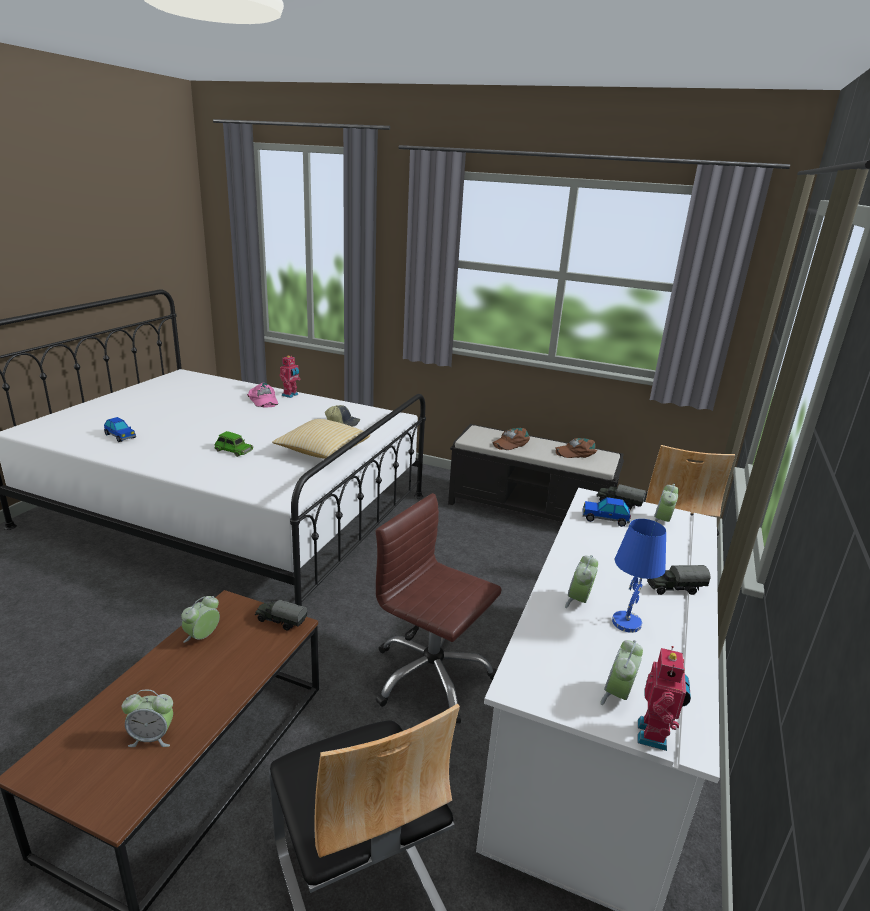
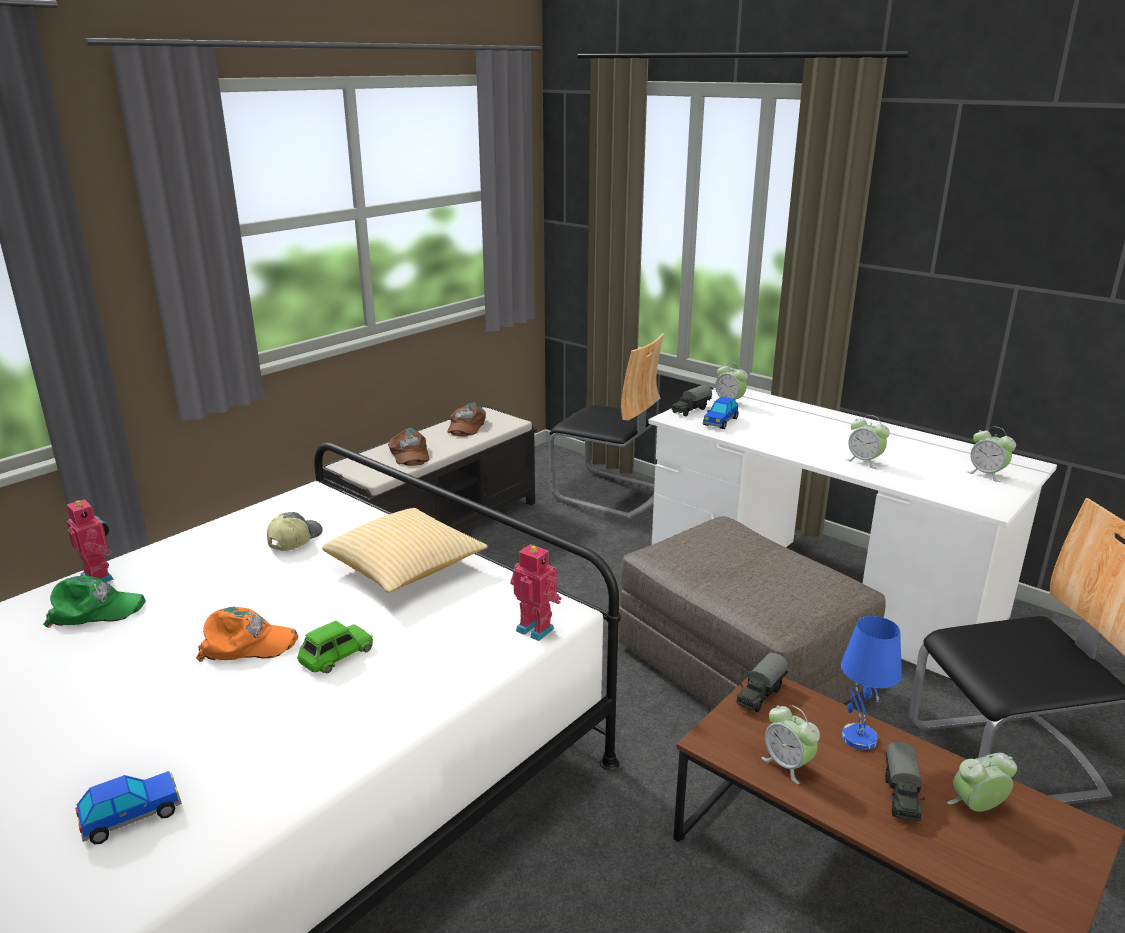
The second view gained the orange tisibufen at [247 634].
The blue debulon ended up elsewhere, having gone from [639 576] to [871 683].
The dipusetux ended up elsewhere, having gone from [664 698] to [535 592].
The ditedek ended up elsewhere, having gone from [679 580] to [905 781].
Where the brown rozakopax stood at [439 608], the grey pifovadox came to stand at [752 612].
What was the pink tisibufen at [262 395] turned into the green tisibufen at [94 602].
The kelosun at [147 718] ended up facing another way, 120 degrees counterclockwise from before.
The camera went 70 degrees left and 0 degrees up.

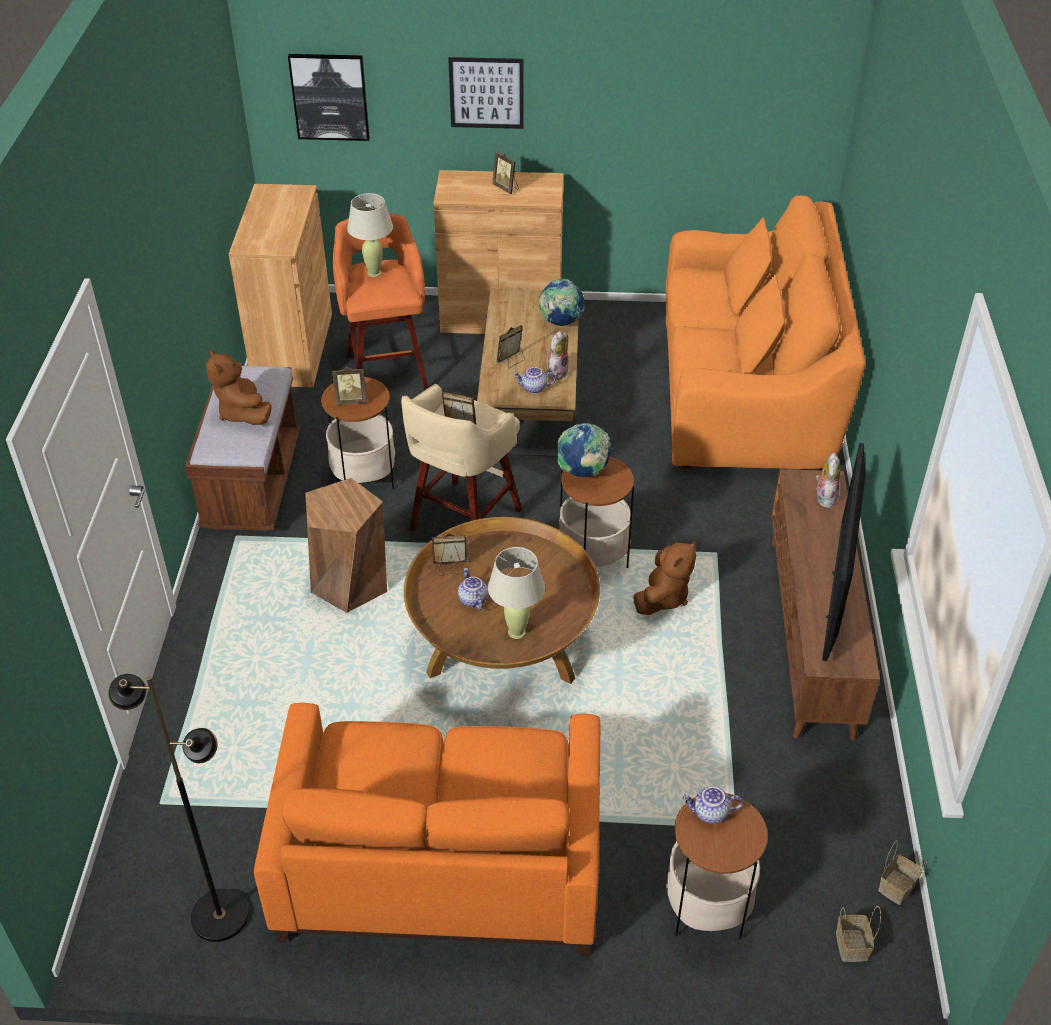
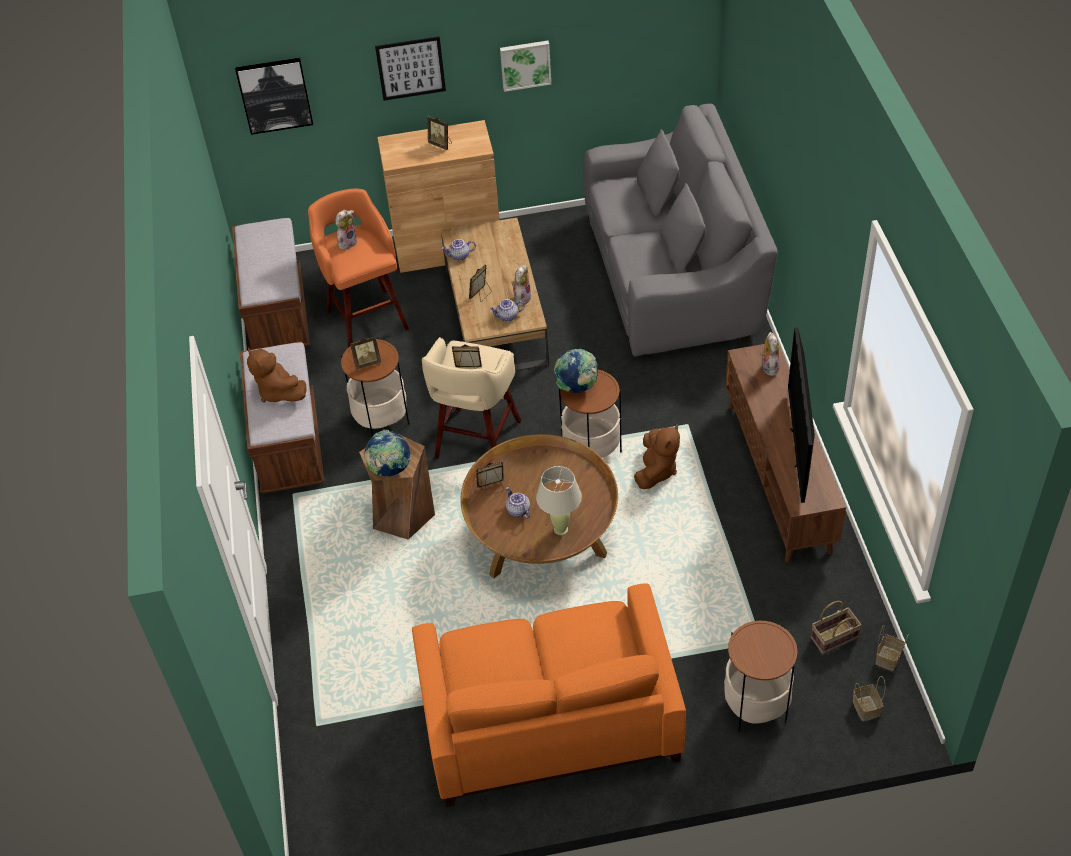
The second view lost the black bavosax at [178 808].
The second view gained the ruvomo at [525 66].
The second view gained the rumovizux at [836 627].
The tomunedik ended up elsewhere, having gone from [561 302] to [387 453].
The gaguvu ended up elsewhere, having gone from [713 805] to [459 250].
Where the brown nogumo stood at [280 285], the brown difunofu came to stand at [271 283].
Where the beige debulon stood at [370 235], the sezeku came to stand at [346 229].
What was the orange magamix at [766 332] turned into the grey magamix at [681 230].
The camera went 10 degrees left and 5 degrees up.

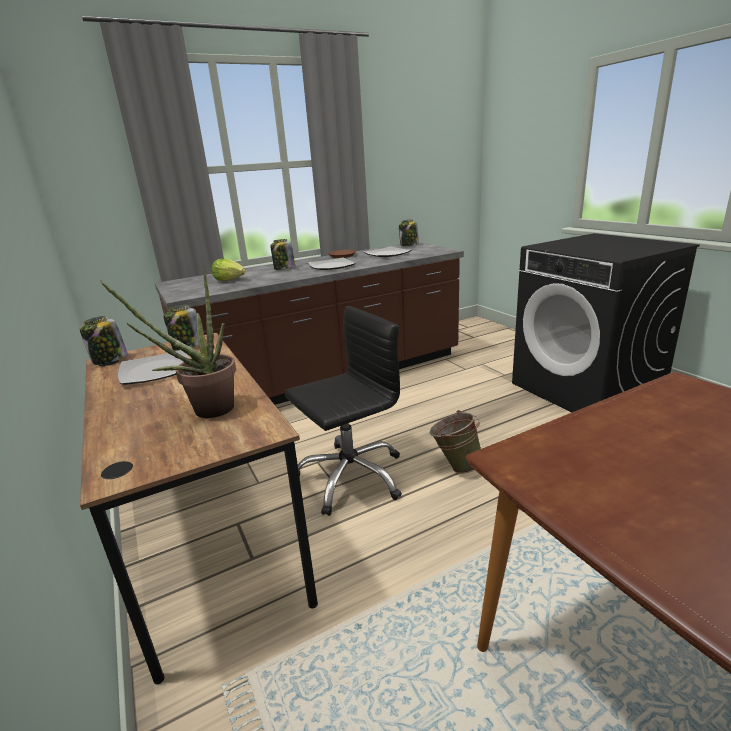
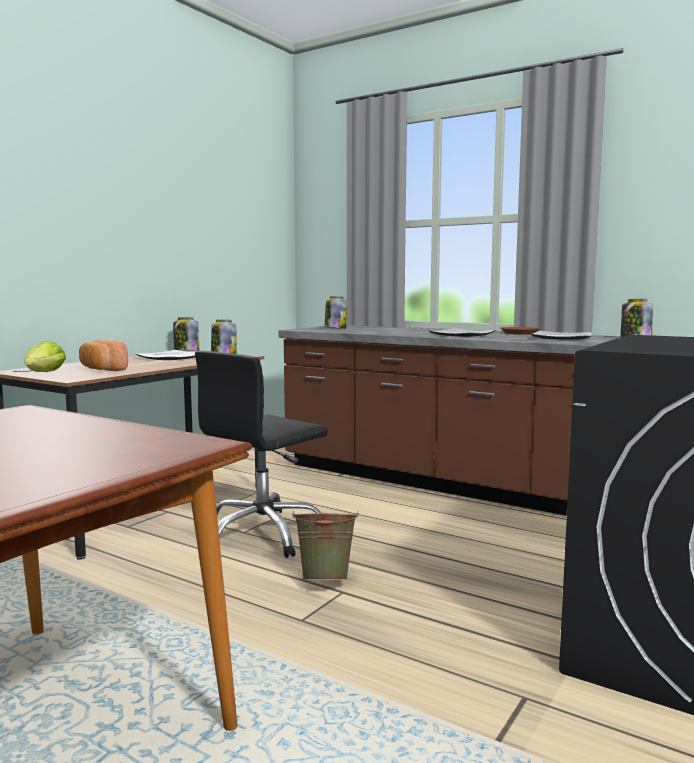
The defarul ended up elsewhere, having gone from [229 270] to [45 356].
The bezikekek ended up elsewhere, having gone from [282 254] to [336 312].
Where the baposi stood at [167 341], the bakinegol came to stand at [103 355].
The black rozakopax at [343 411] ended up facing another way, 105 degrees clockwise from before.
The camera went 60 degrees right and 15 degrees down.

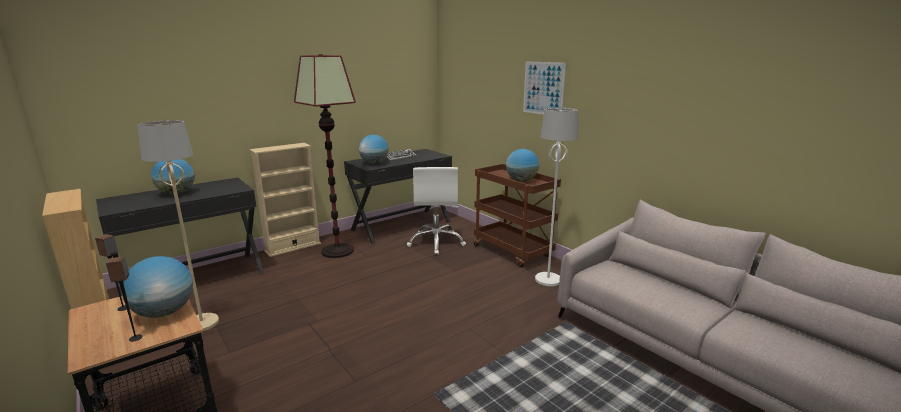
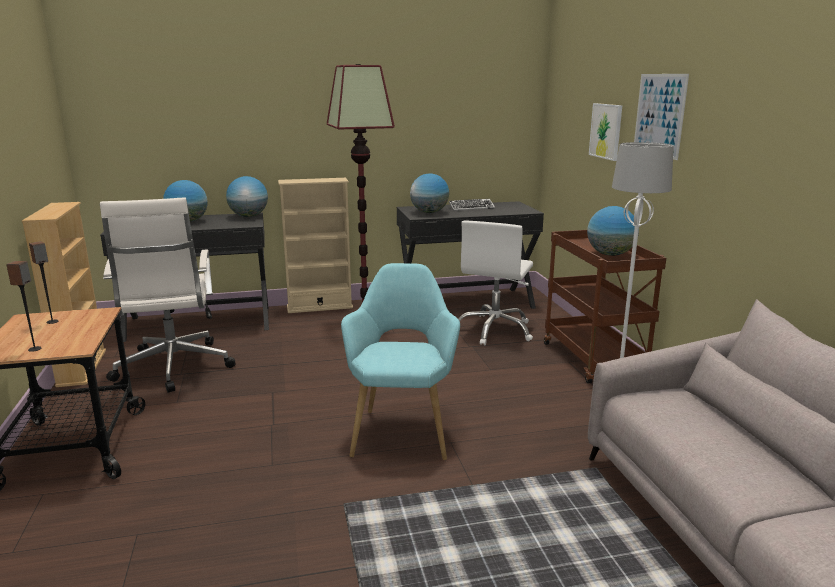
The second view gained the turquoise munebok at [400 361].
The second view gained the ruvomo at [605 132].
The tomunedik ended up elsewhere, having gone from [157 287] to [247 196].
Where the beige bavosax stood at [178 225], the white rozakopax came to stand at [167 295].
The camera went 25 degrees right and 0 degrees up.

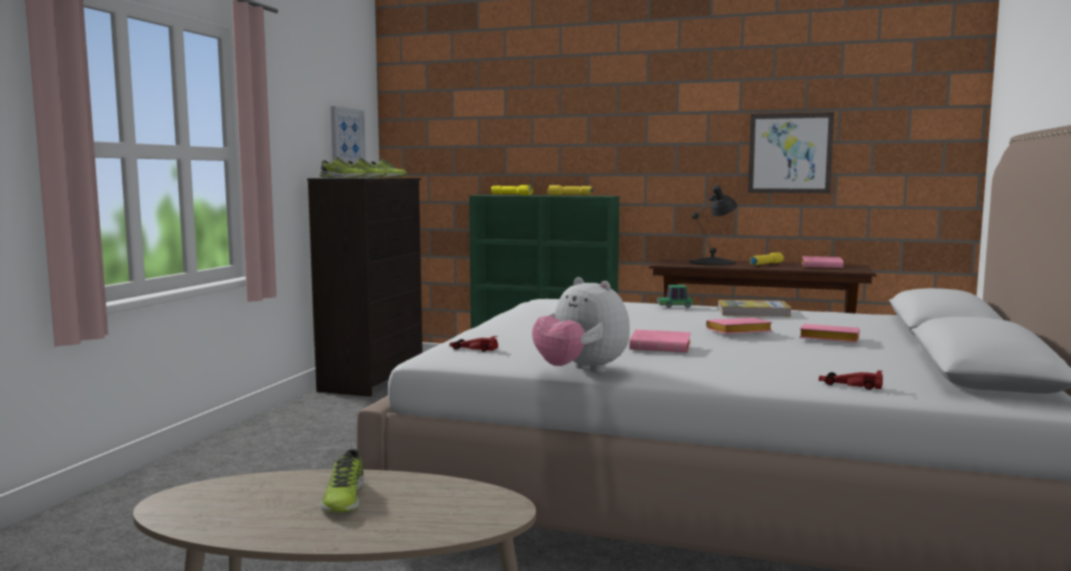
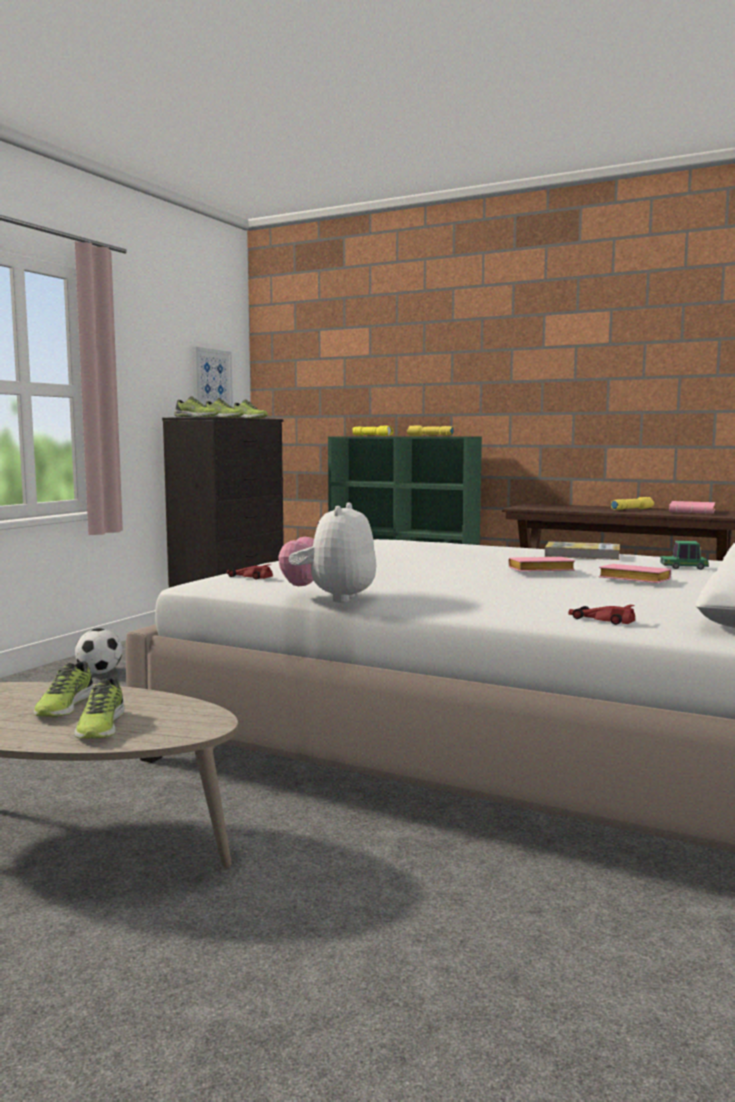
The second view lost the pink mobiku at [660 341].
The second view lost the black debulon at [713 225].
The second view lost the ruvomo at [791 152].
The second view gained the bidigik at [99 708].
The second view gained the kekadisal at [98 651].
The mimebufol ended up elsewhere, having gone from [675 296] to [684 555].
The sezeku at [581 325] ended up facing another way, 45 degrees clockwise from before.
The camera went 10 degrees right and 0 degrees up.

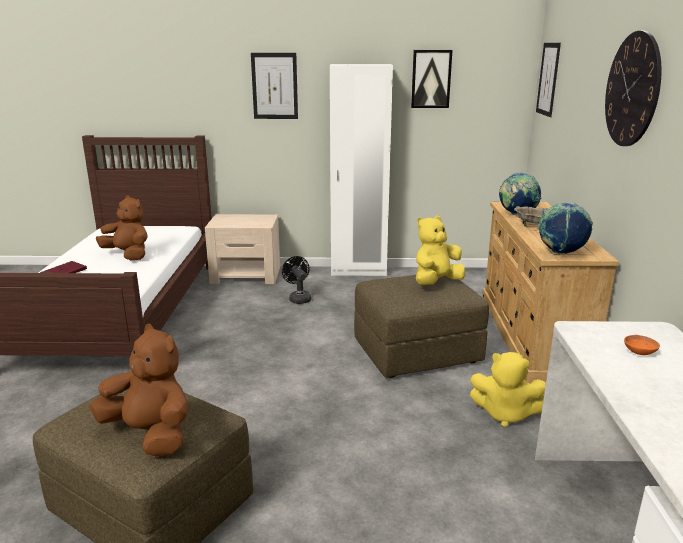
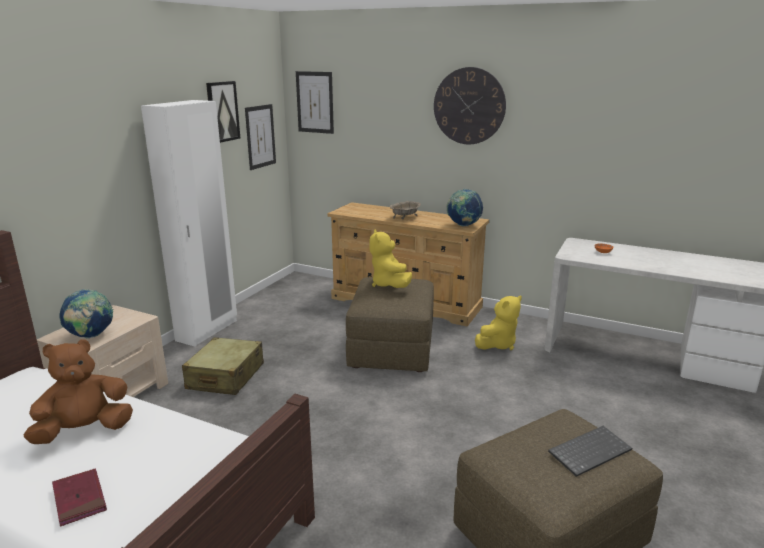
The ruvomo ended up elsewhere, having gone from [274 86] to [260 137].
The tomunedik ended up elsewhere, having gone from [520 194] to [86 313].
Where the brown sezeku stood at [139 390], the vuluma came to stand at [590 451].
Where the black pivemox stood at [296 280], the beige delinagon came to stand at [223 366].
The camera went 65 degrees left and 0 degrees up.

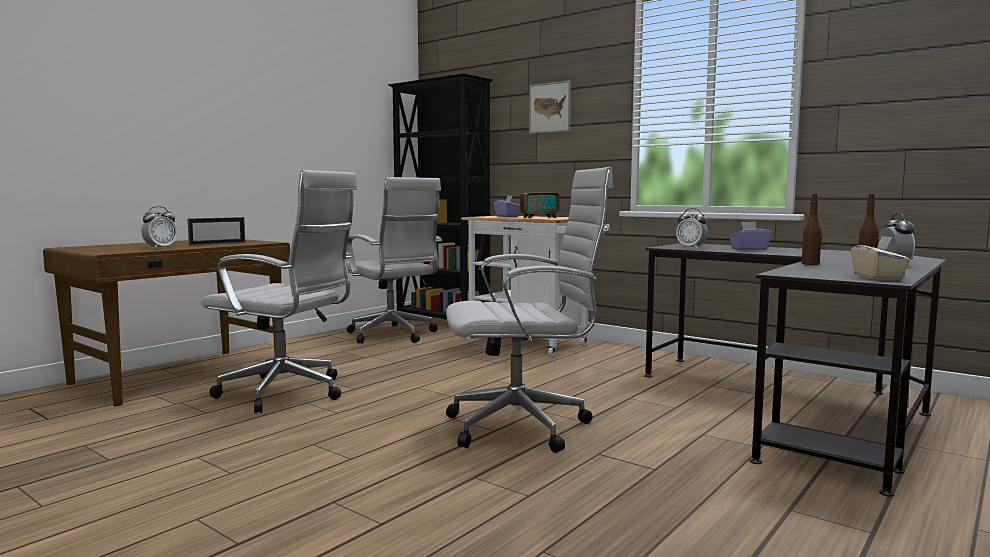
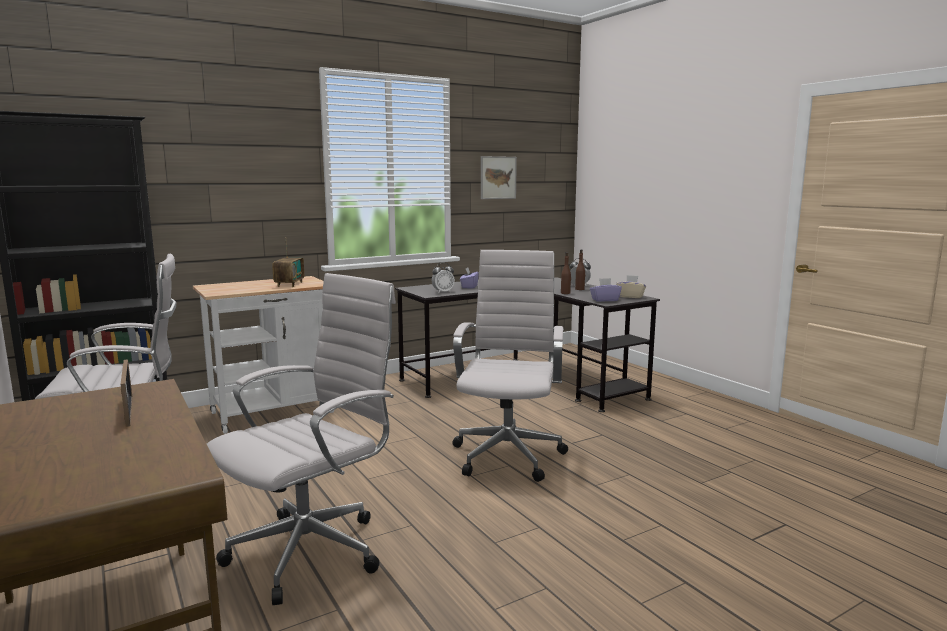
The second view lost the kelosun at [159 227].
The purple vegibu ended up elsewhere, having gone from [507 206] to [606 290].
The ruvomo ended up elsewhere, having gone from [550 107] to [499 177].
The camera went 70 degrees left and 5 degrees up.

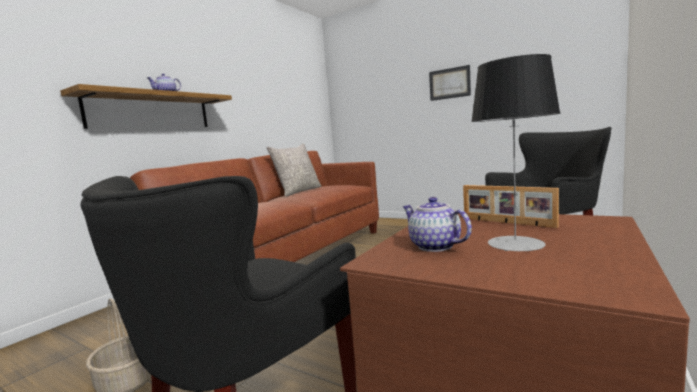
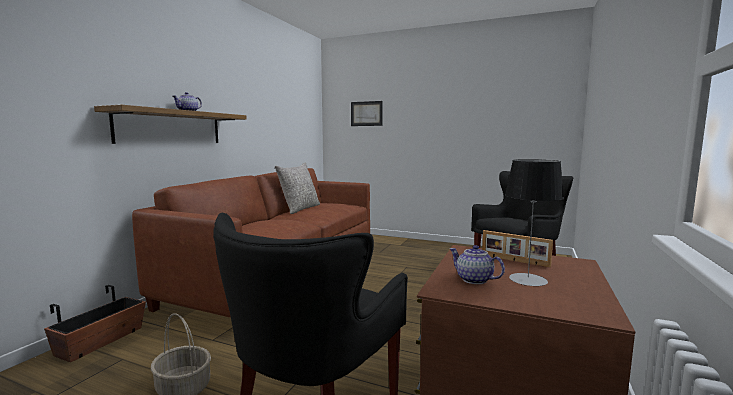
The second view gained the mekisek at [95 323].
The ruvomo ended up elsewhere, having gone from [450 83] to [367 113].
The camera went 10 degrees left and 0 degrees up.

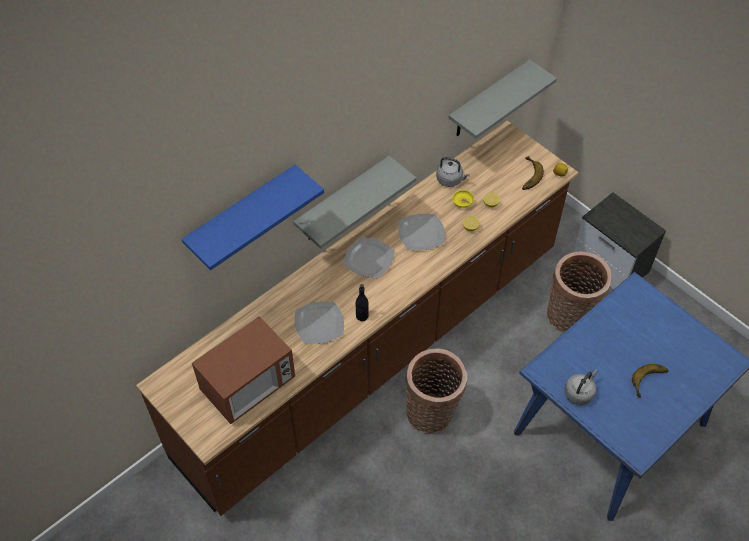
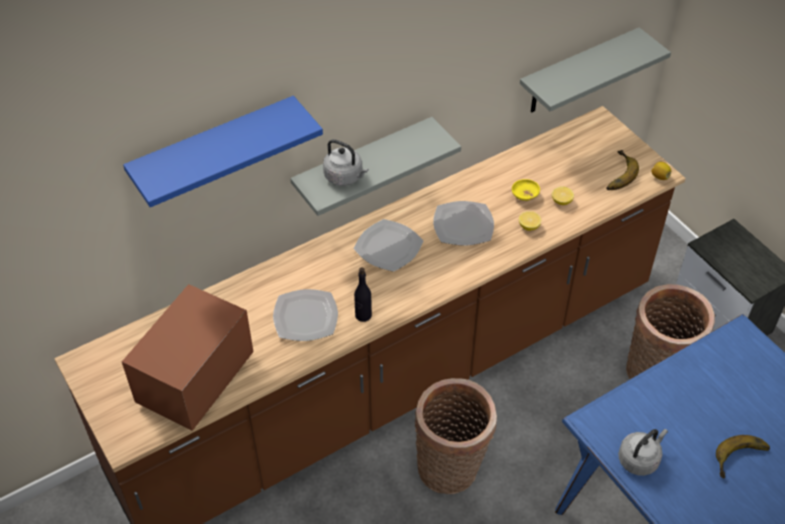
The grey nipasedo ended up elsewhere, having gone from [453 172] to [346 162].
The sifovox at [243 370] ended up facing another way, 150 degrees clockwise from before.
The camera went 10 degrees right and 5 degrees down.

